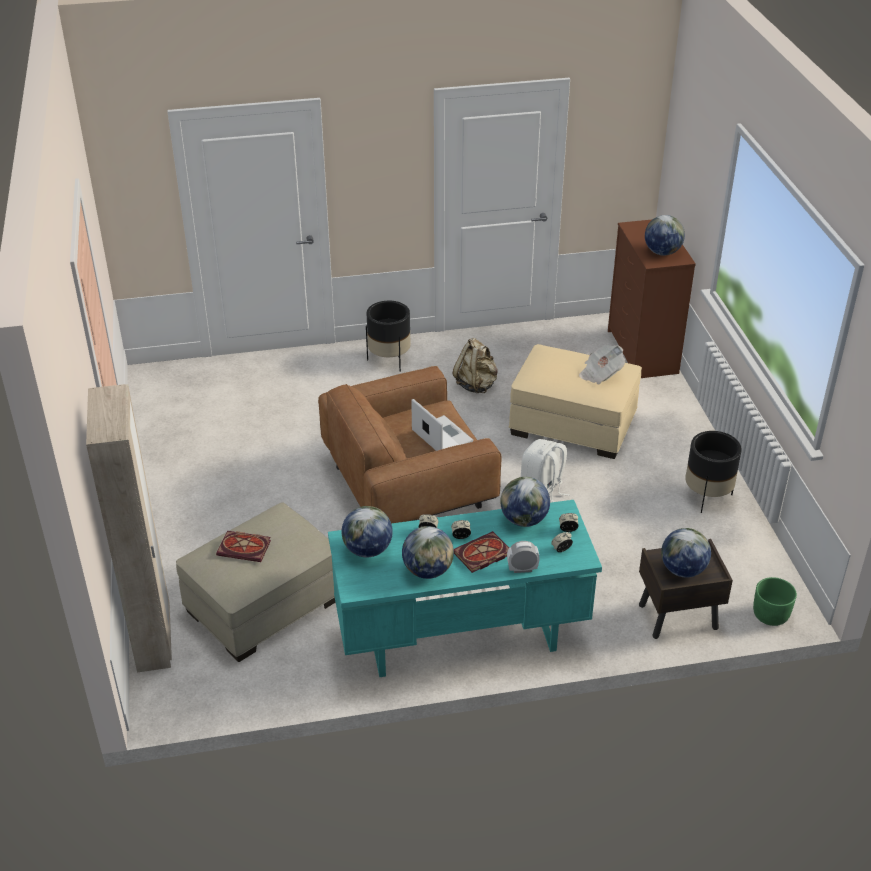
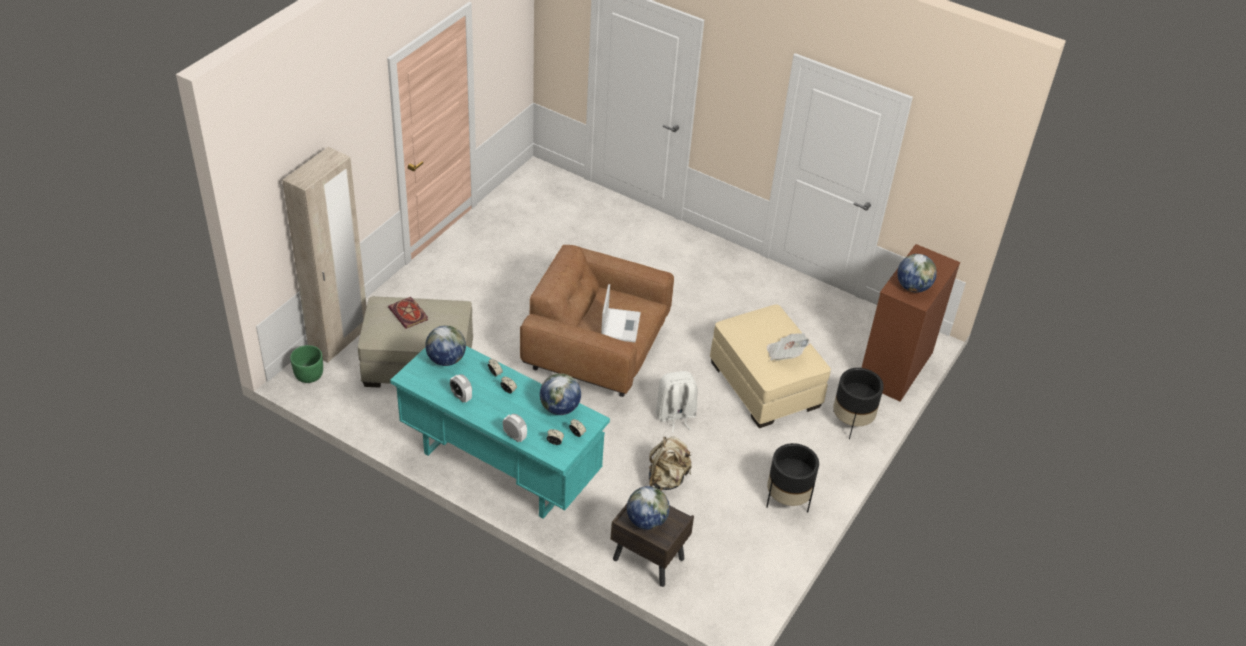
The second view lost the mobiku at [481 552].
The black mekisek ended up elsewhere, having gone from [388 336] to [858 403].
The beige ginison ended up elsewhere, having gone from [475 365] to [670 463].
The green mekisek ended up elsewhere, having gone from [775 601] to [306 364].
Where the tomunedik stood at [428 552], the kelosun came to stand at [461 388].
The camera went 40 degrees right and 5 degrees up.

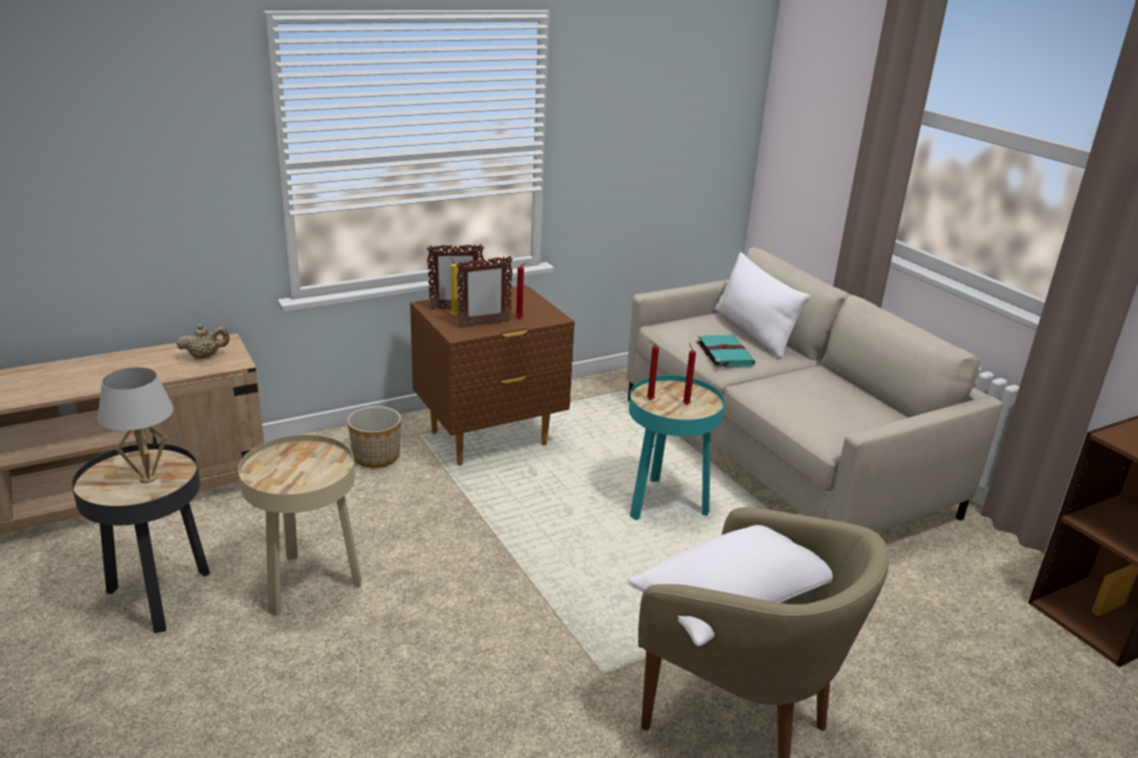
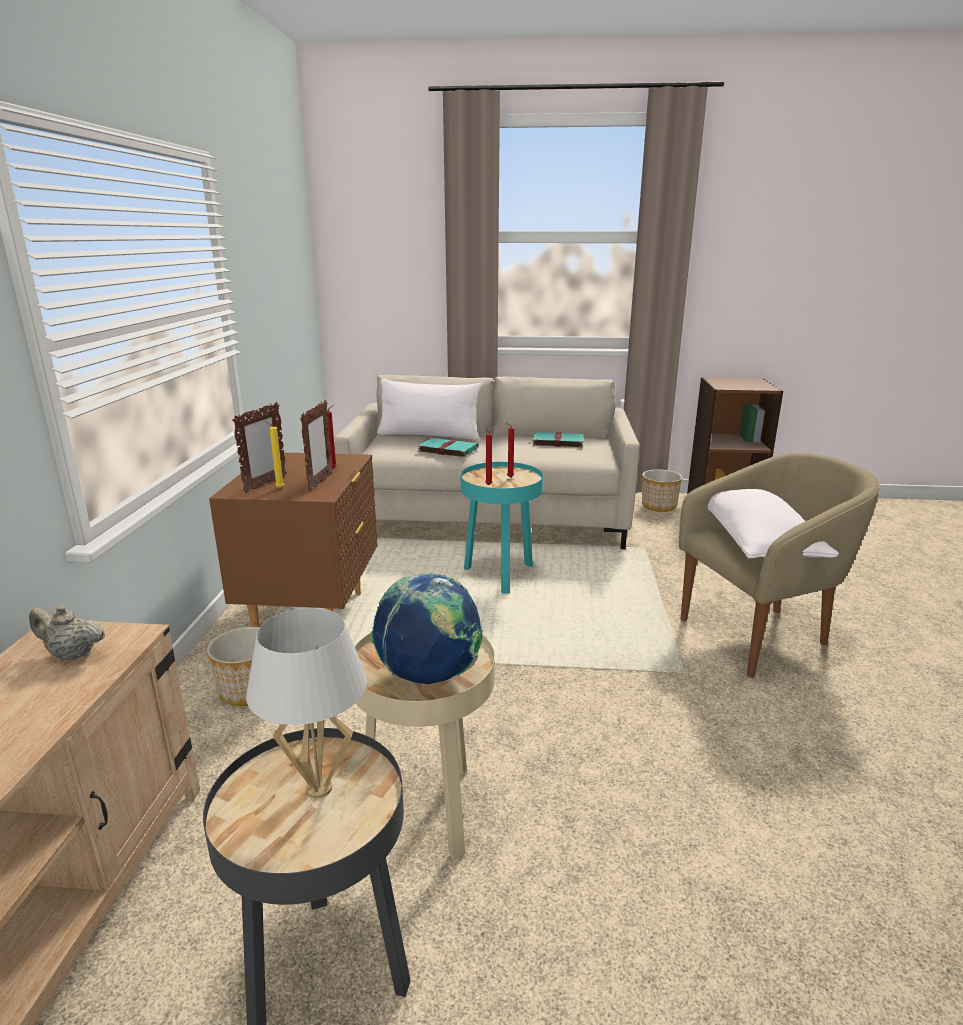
The second view gained the tomunedik at [426 628].
The second view gained the turquoise mobiku at [556 440].
The second view gained the mekisek at [662 491].
The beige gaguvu at [203 341] ended up facing another way, 90 degrees counterclockwise from before.
The camera went 55 degrees left and 5 degrees down.

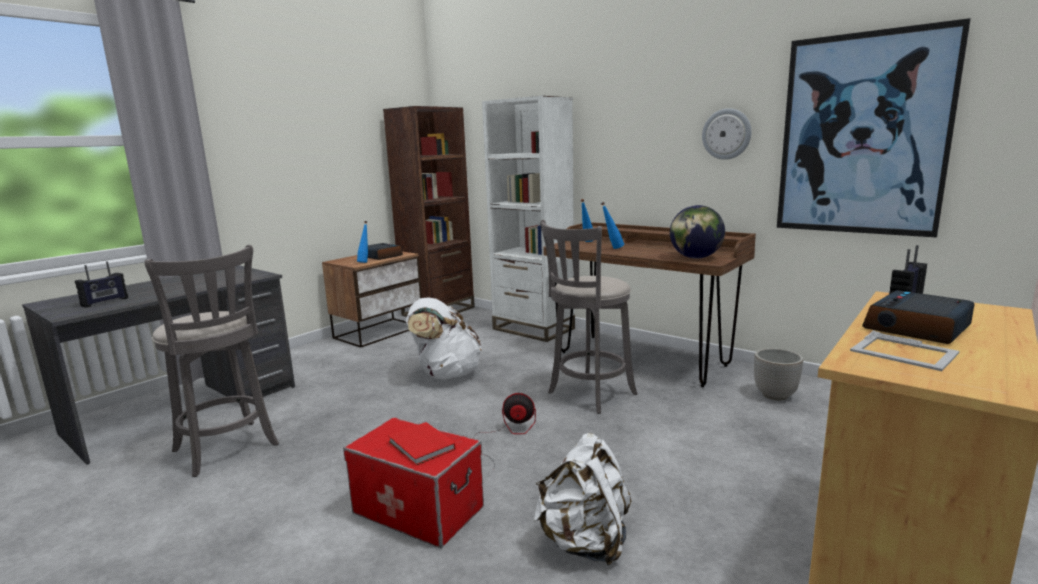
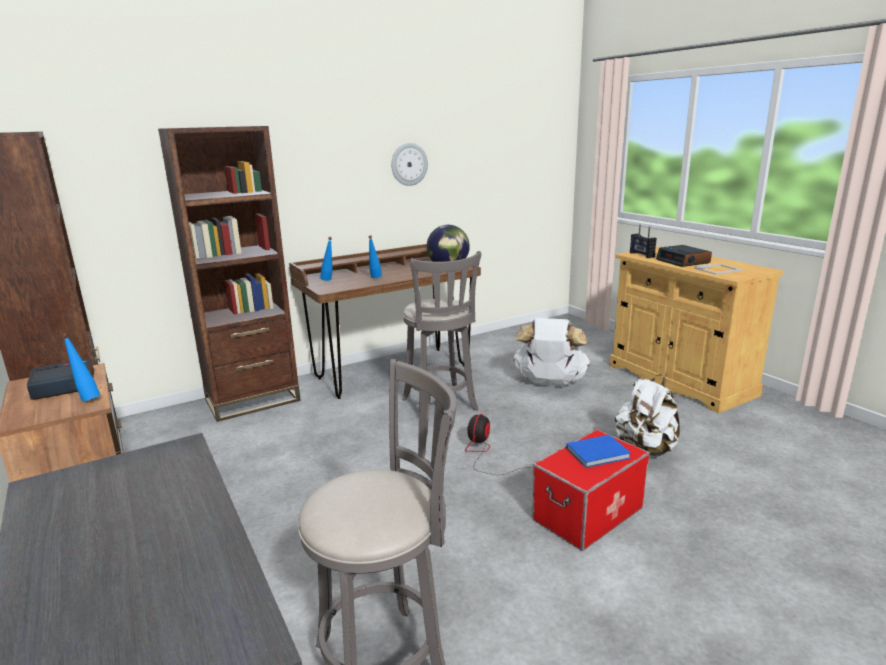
The second view lost the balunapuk at [101 284].
The second view lost the mekisek at [778 374].
The second view lost the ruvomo at [874 127].
The white ginison ended up elsewhere, having gone from [443 338] to [552 352].
What was the red mobiku at [421 444] turned into the blue mobiku at [598 451].
What was the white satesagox at [528 219] turned into the brown satesagox at [229 274].
The camera went 70 degrees left and 5 degrees up.

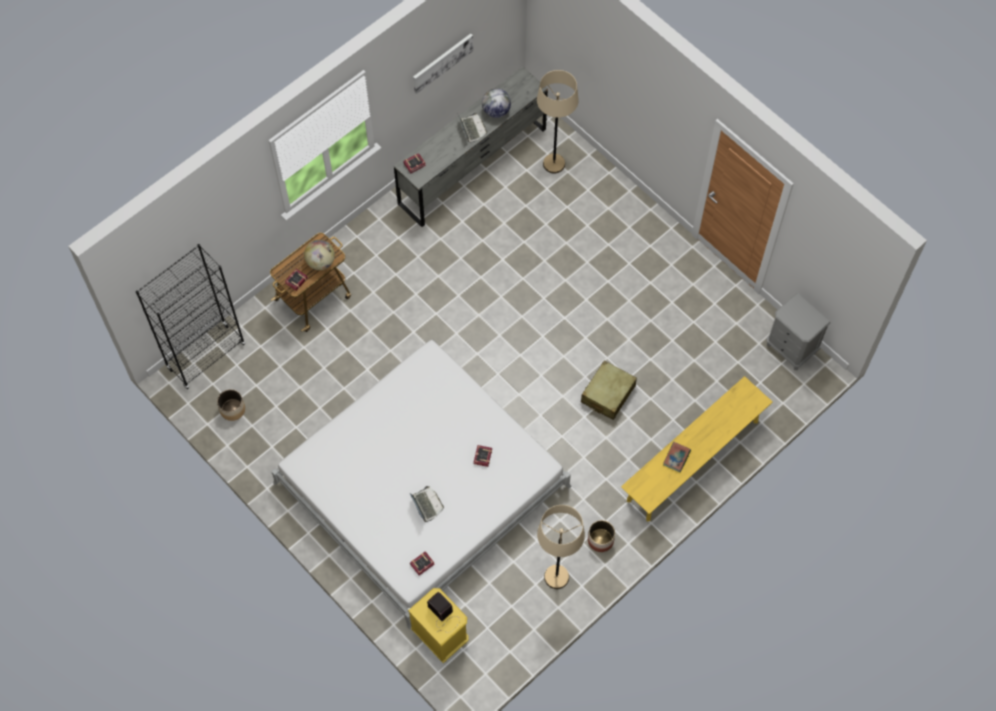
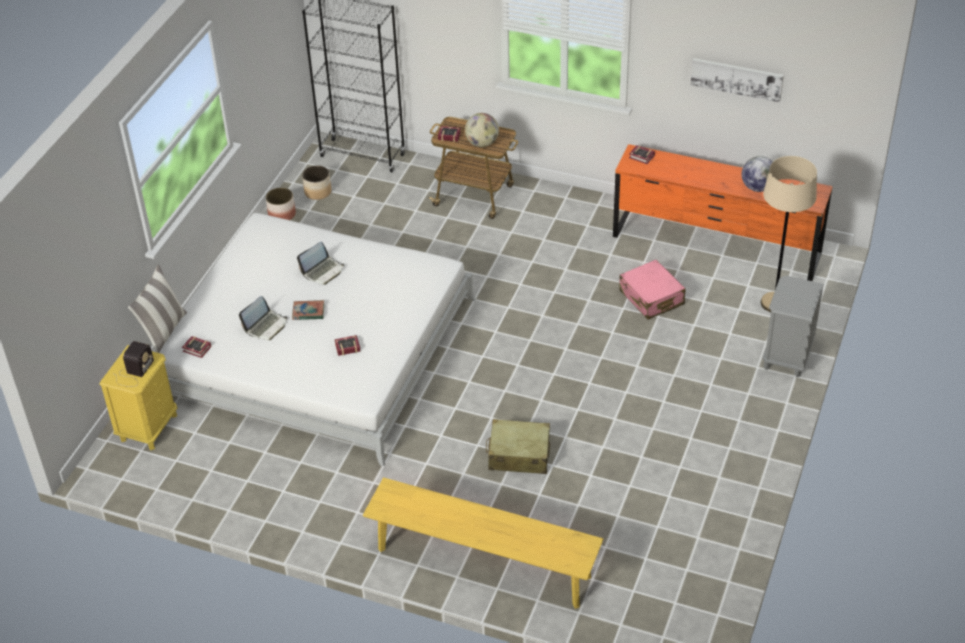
The second view lost the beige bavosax at [561 547].
The second view gained the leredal at [157 308].
The second view gained the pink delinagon at [652 290].
The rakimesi ended up elsewhere, having gone from [472 127] to [320 263].
The mekisek ended up elsewhere, having gone from [601 536] to [281 204].
The mobiku ended up elsewhere, having gone from [677 457] to [308 310].
The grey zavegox ended up elsewhere, having gone from [799 331] to [793 326].
What was the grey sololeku at [471 147] turned into the orange sololeku at [723 212].
The camera went 65 degrees right and 20 degrees down.

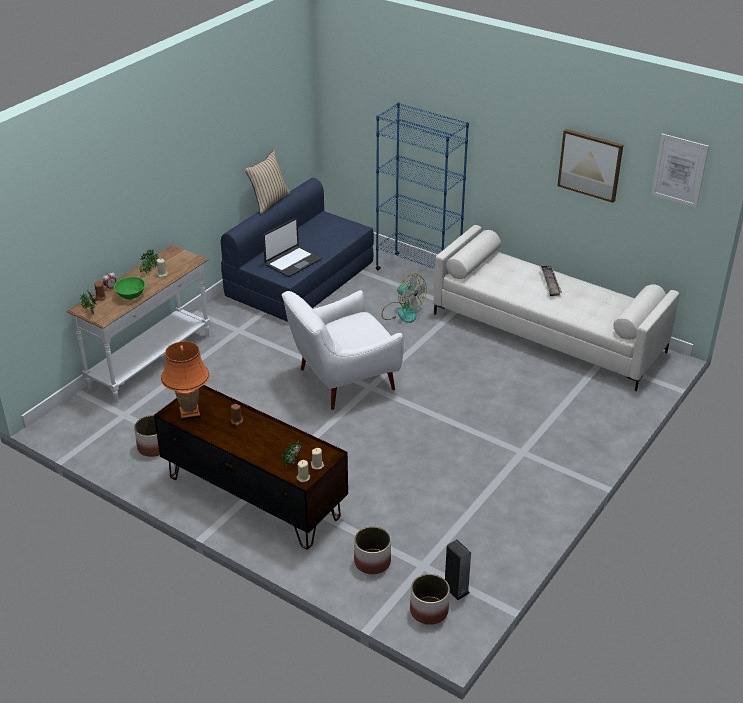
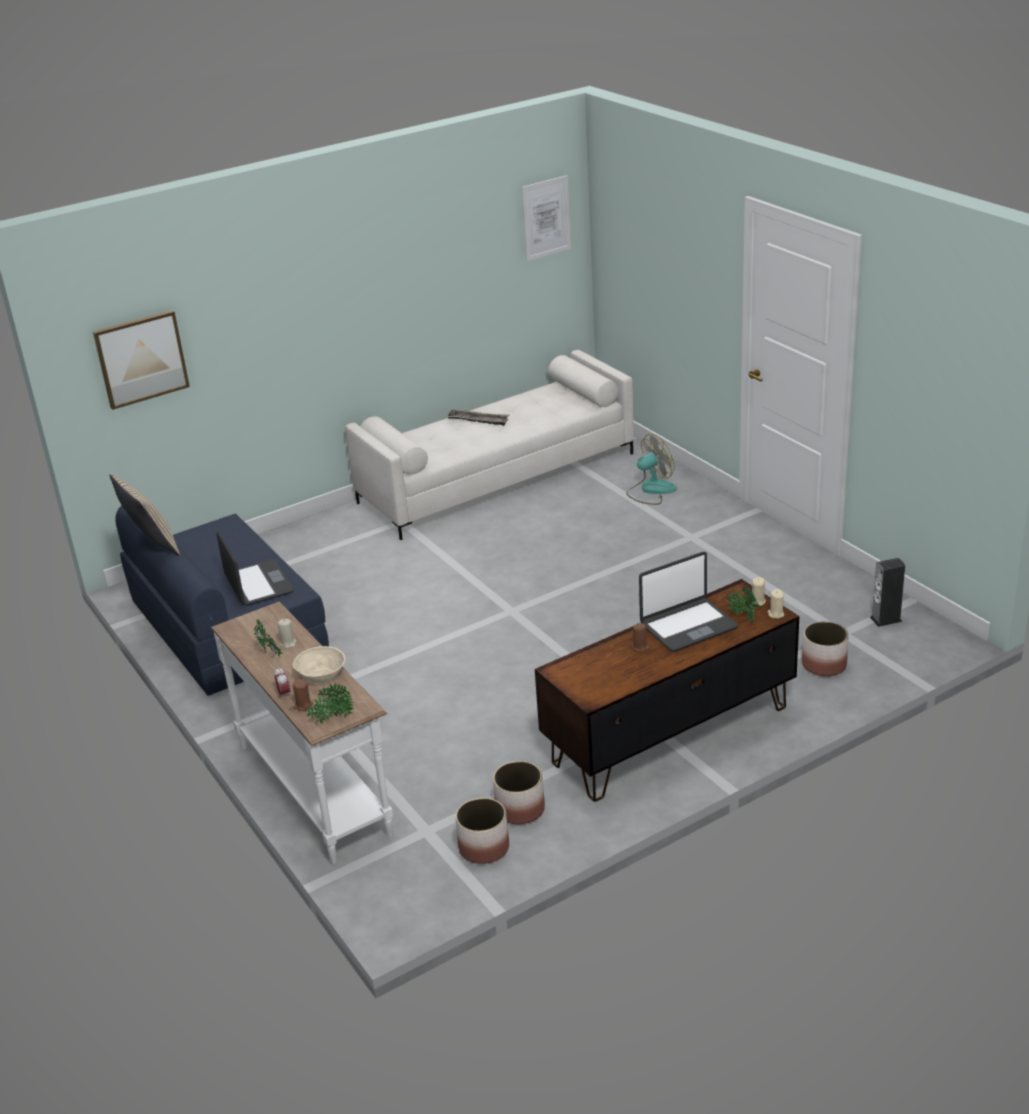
The second view lost the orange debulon at [185 381].
The second view lost the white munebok at [343 350].
The second view lost the blue satesagox at [422 186].
The second view gained the rakimesi at [688 602].
The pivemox ended up elsewhere, having gone from [404 298] to [651 469].
The mekisek ended up elsewhere, having gone from [430 599] to [482 831].
The ruvomo ended up elsewhere, having gone from [590 166] to [141 360].
What was the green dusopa at [129 288] turned into the beige dusopa at [319 665].
The camera went 65 degrees left and 5 degrees down.

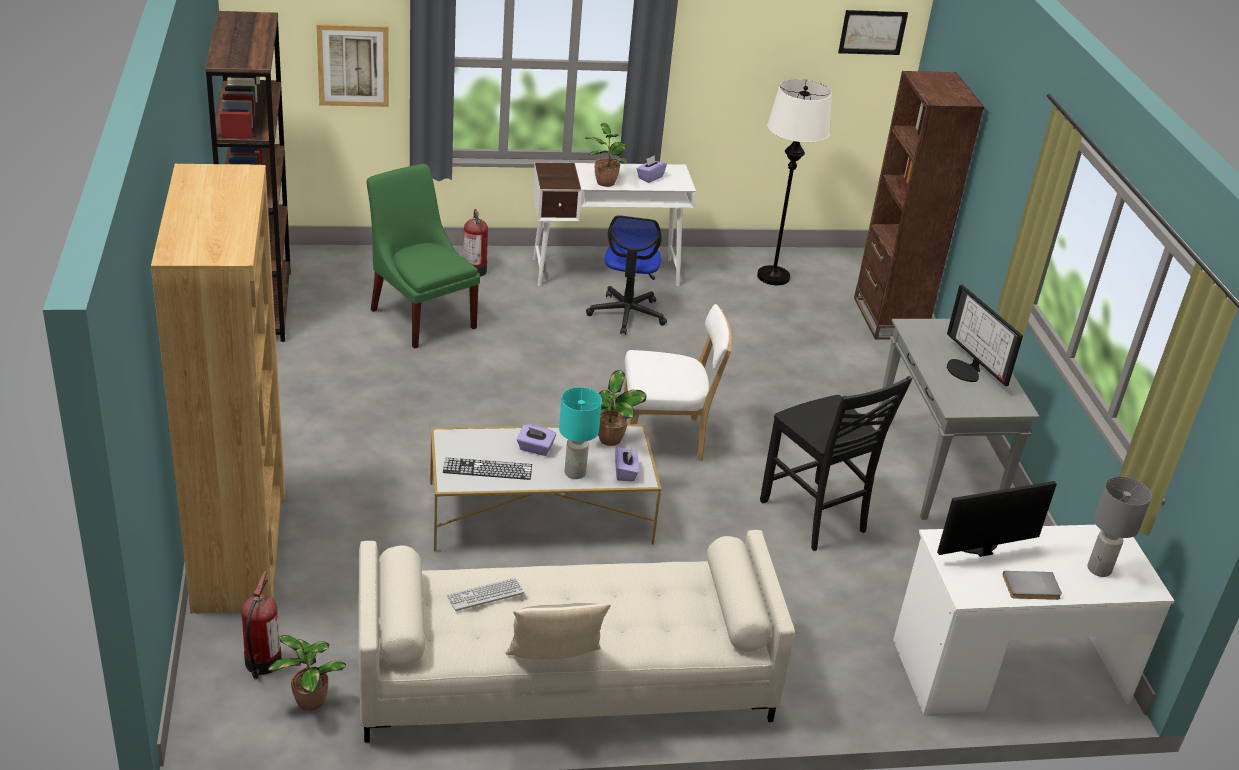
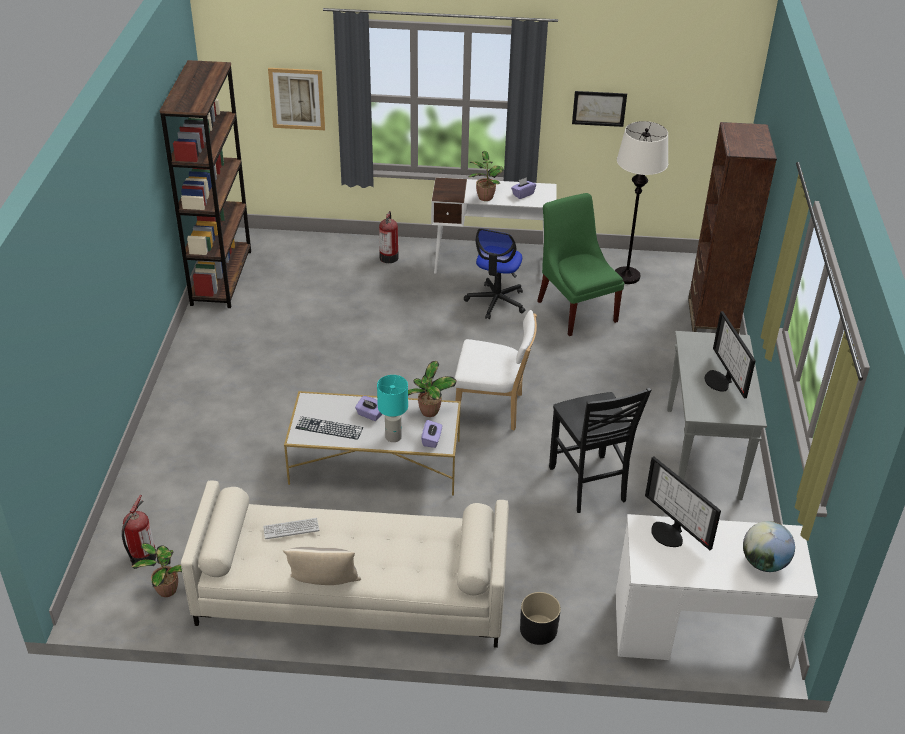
The second view lost the brown satesagox at [218 389].
The second view lost the grey mobiku at [1032 585].
The second view gained the black mekisek at [540 618].
The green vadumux ended up elsewhere, having gone from [423 256] to [580 264].
The ruvomo ended up elsewhere, having gone from [873 32] to [599 109].
Where the grey debulon stood at [1119 526], the tomunedik came to stand at [769 546].
The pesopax at [997 519] ended up facing another way, 120 degrees counterclockwise from before.
The camera went 15 degrees right and 5 degrees up.

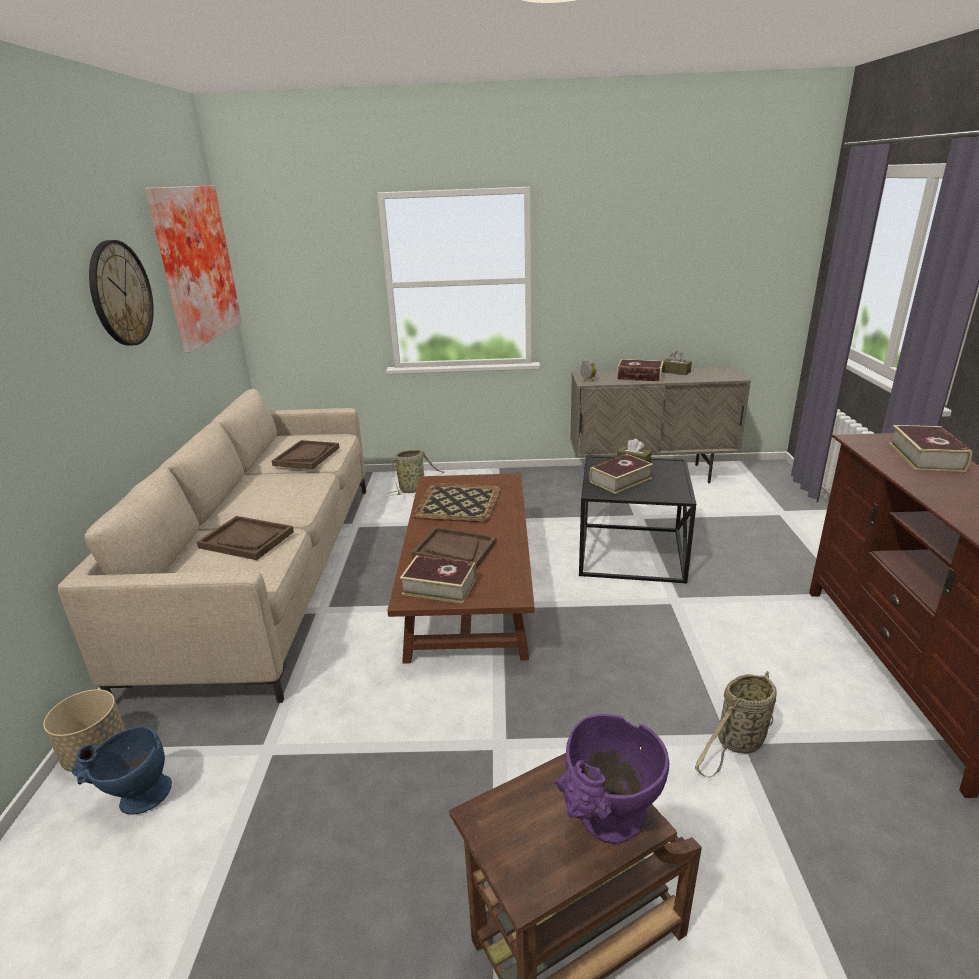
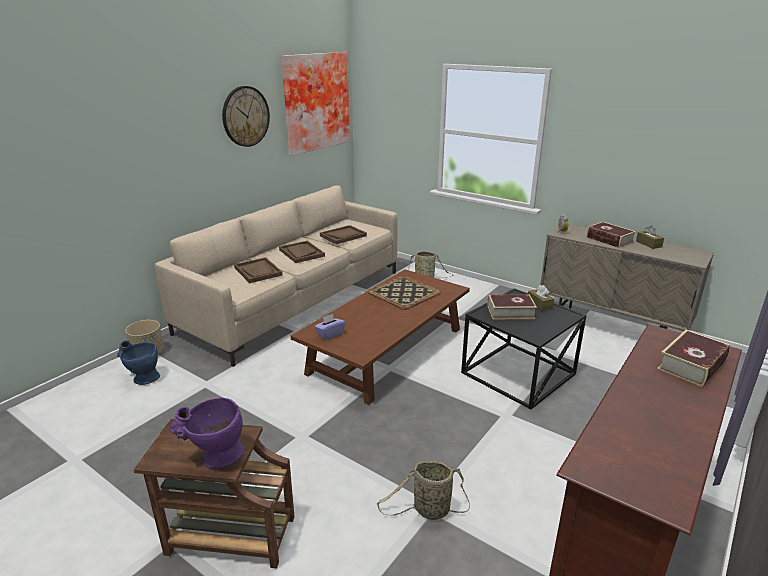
The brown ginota ended up elsewhere, having gone from [454 548] to [302 252].
Where the mobiku stood at [438 579], the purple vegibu came to stand at [330 327].
The camera went 35 degrees right and 0 degrees up.

